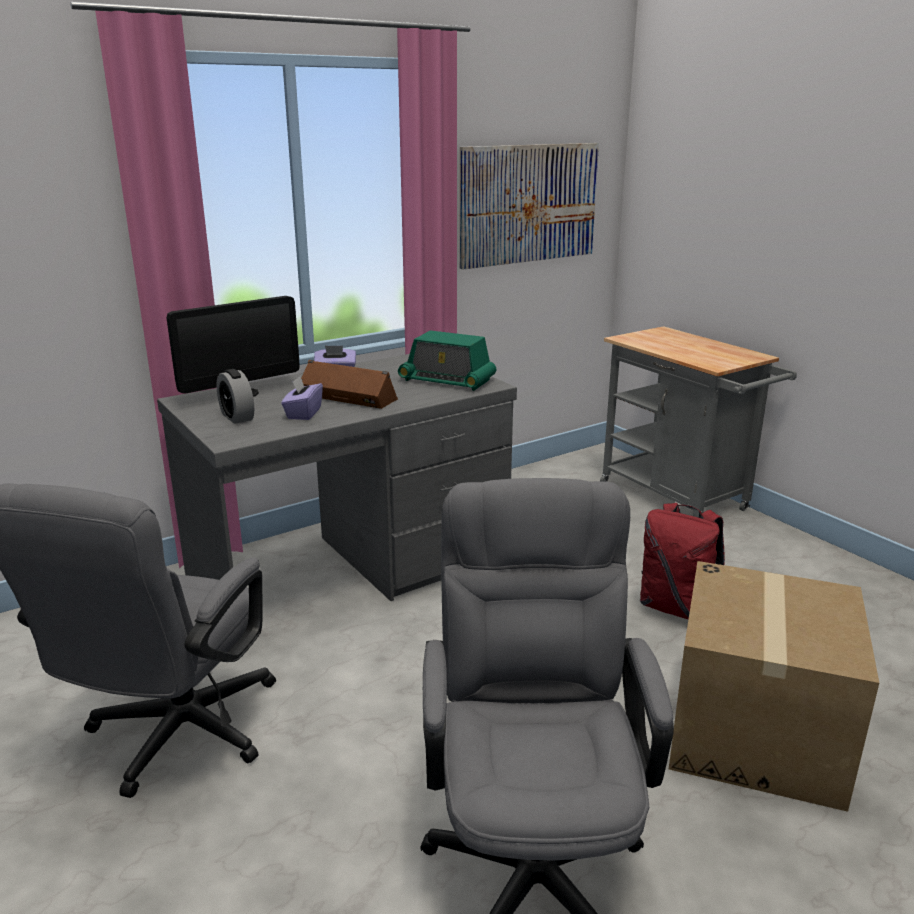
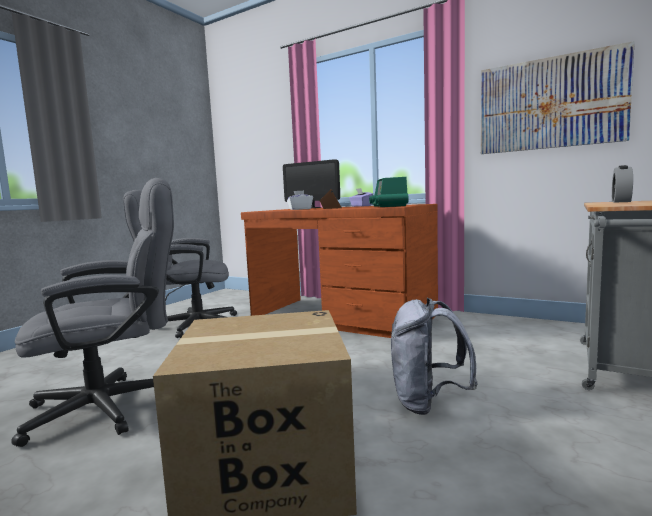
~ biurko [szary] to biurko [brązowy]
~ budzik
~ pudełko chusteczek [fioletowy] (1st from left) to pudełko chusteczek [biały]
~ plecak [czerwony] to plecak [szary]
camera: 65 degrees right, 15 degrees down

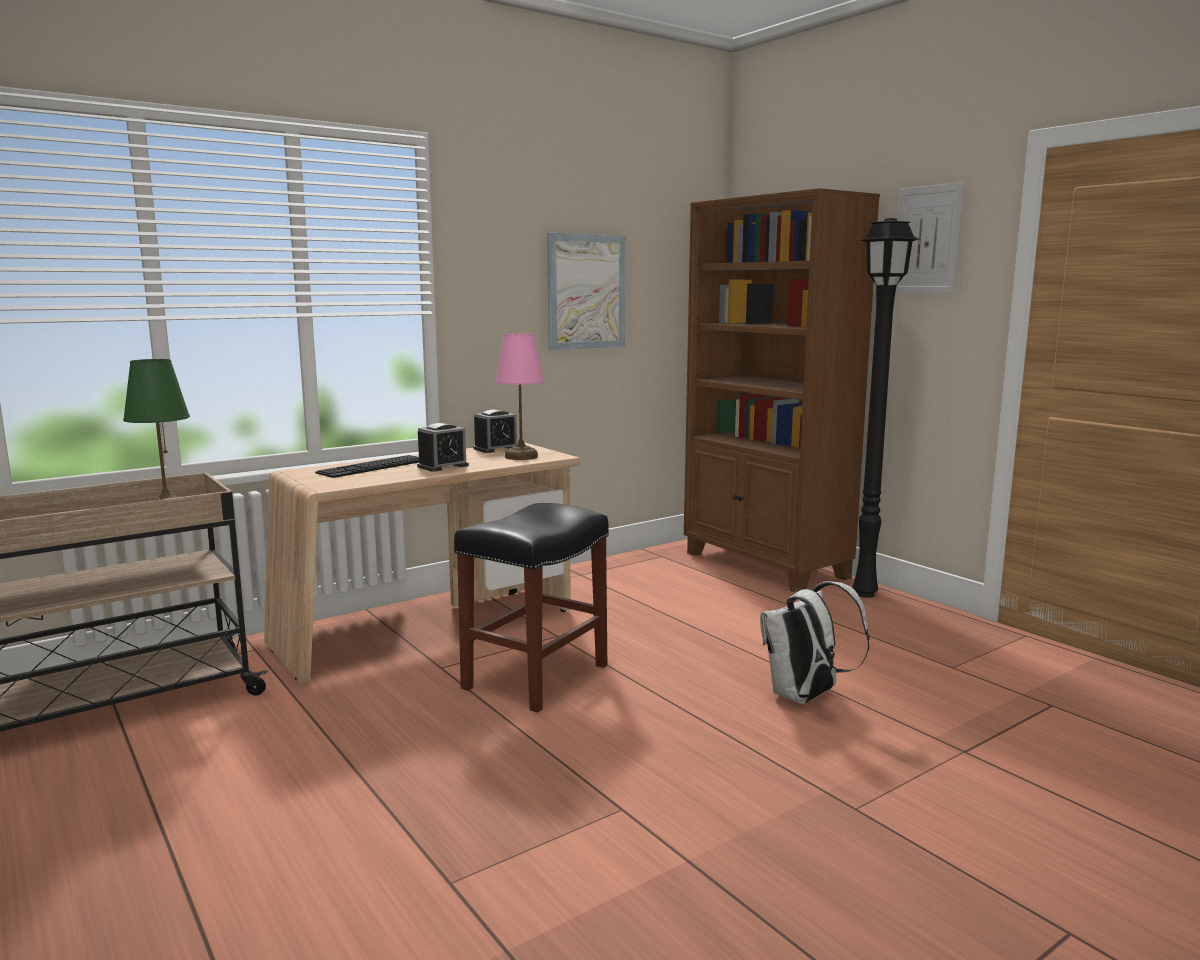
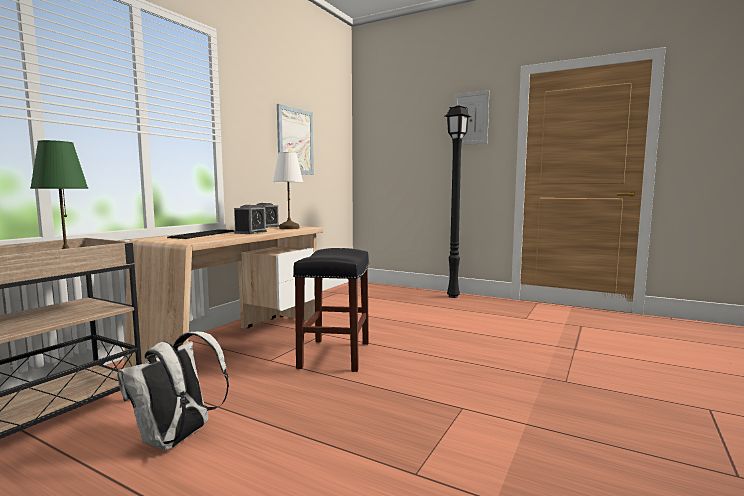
~ lampa stołowa [różowy] to lampa stołowa [biały]
- regał [brązowy]
~ plecak [biały]
camera: 25 degrees left, 5 degrees down

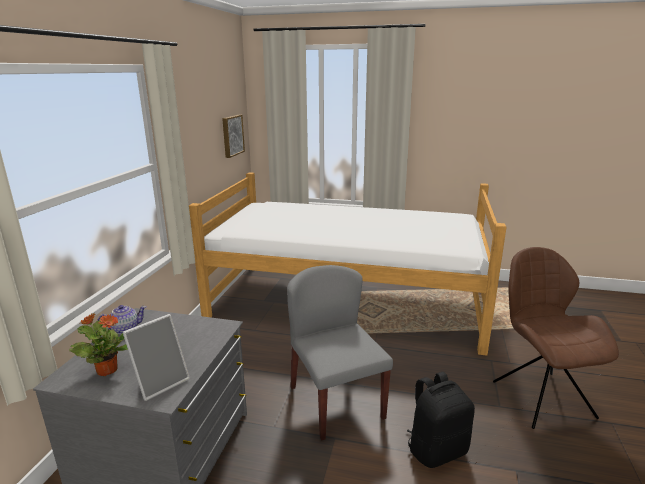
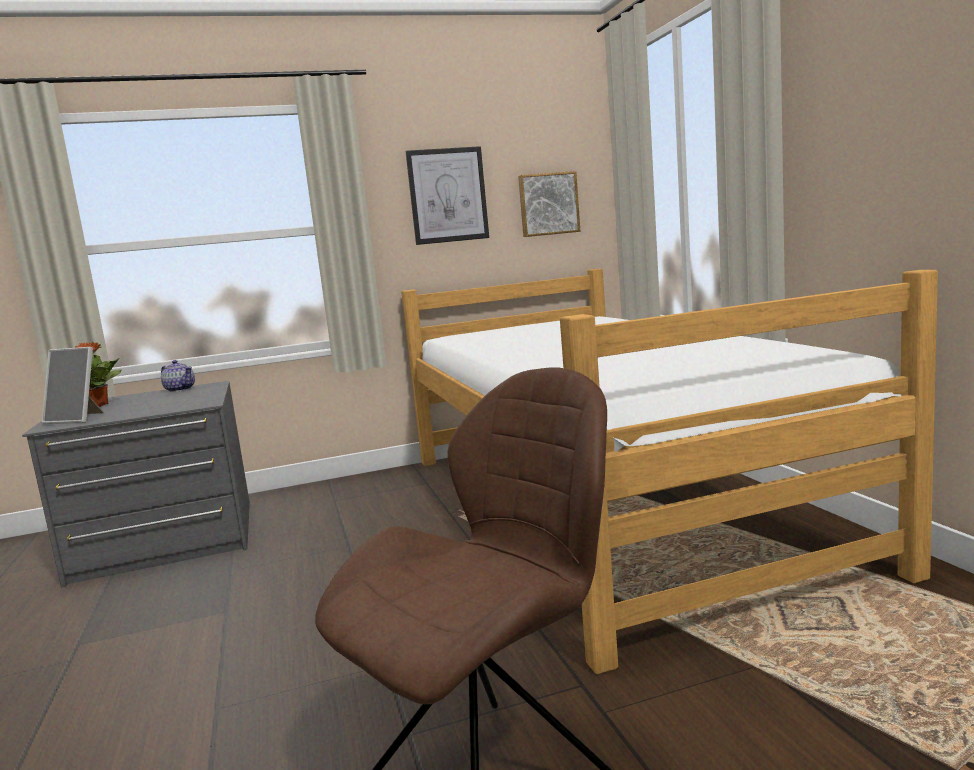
- krzesło [szary]
- plecak [czarny]
+ obraz (1st from left)
camera: 60 degrees right, 10 degrees down

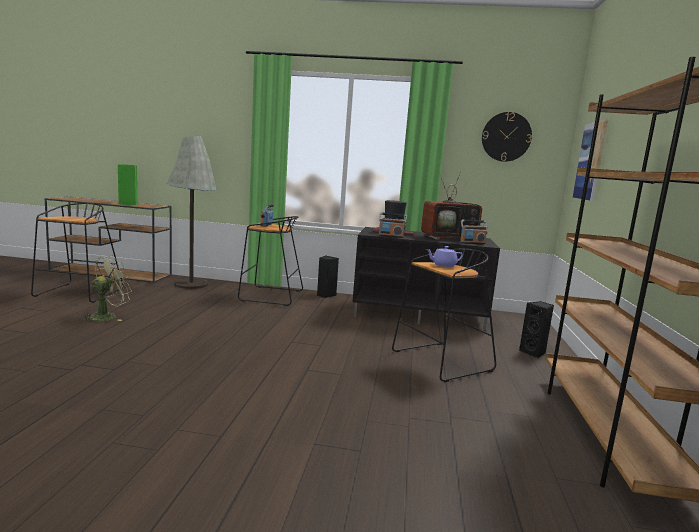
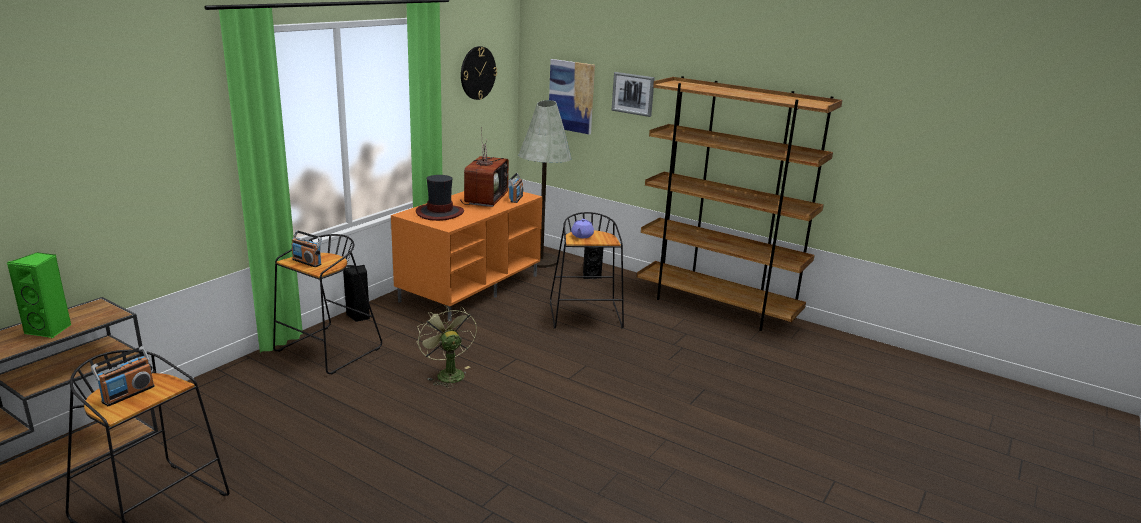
~ wentylator [zielony]
~ lampa stojąca [szary]
~ szafka pod telewizor [czarny] to szafka pod telewizor [pomarańczowy]
~ radio (2nd from left in the first image) to radio (1st from left)
+ obraz (2nd from left)
camera: 65 degrees left, 10 degrees up

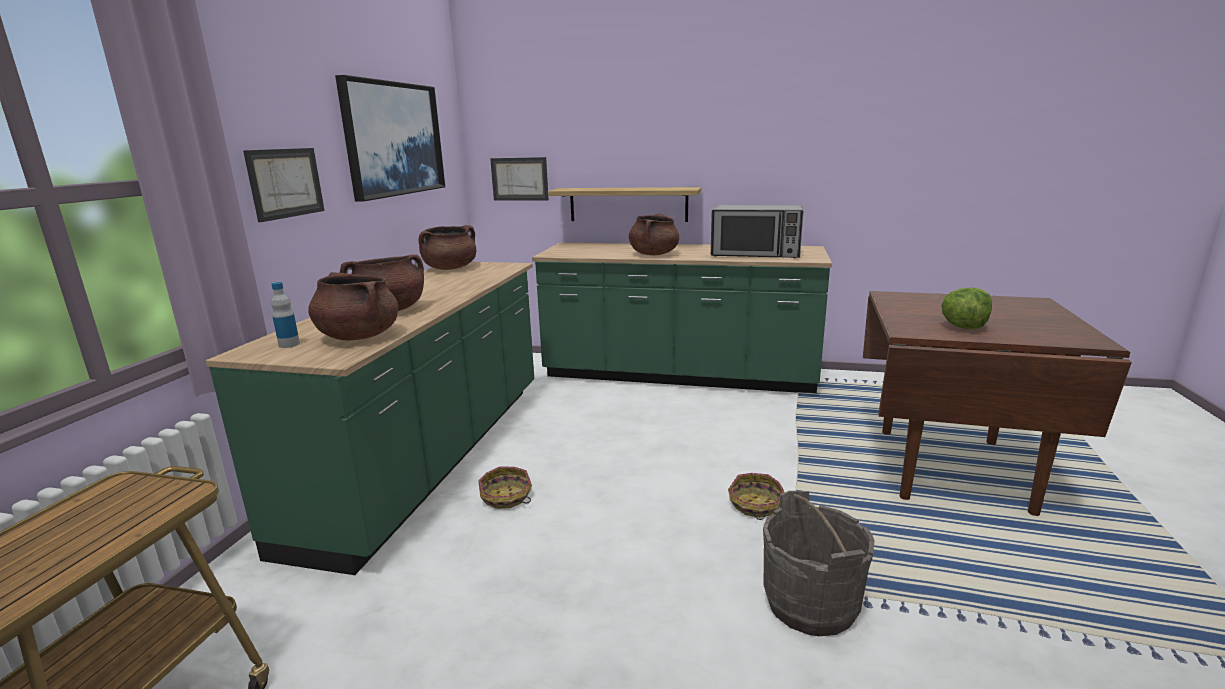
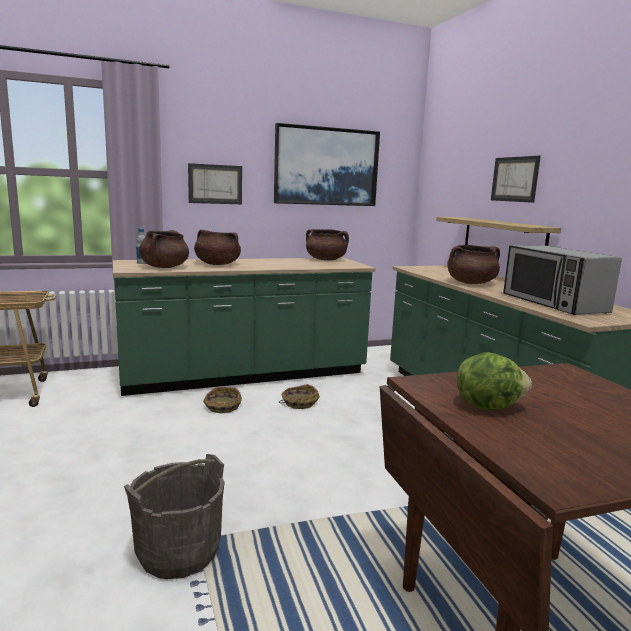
~ obraz (3rd from left)
~ koszyk (2nd from left)
camera: 55 degrees right, 5 degrees down

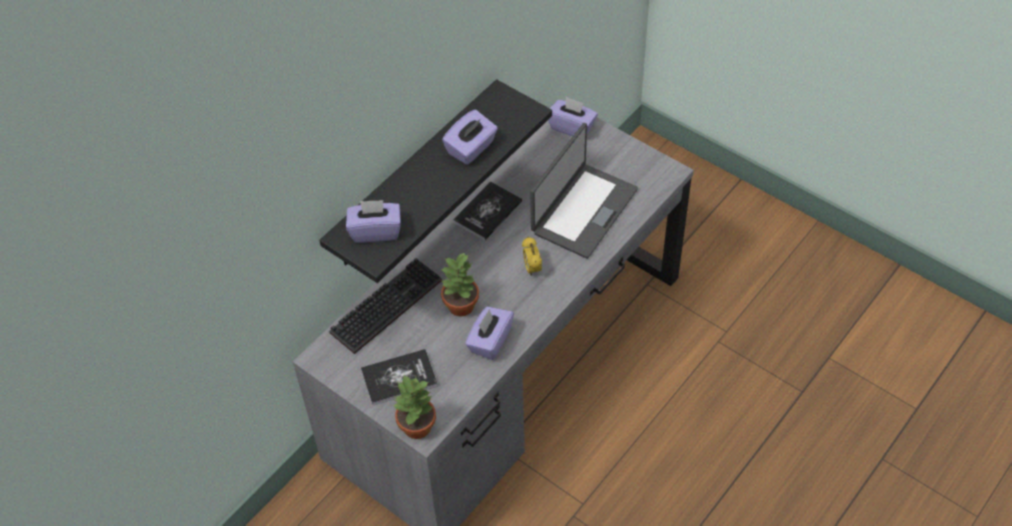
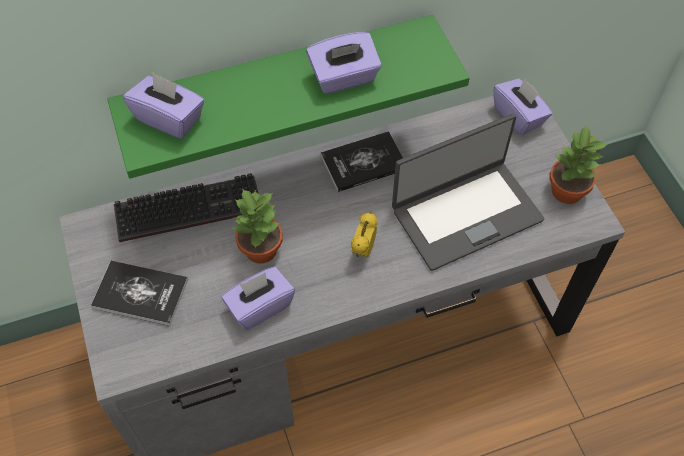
~ półka [czarny] to półka [zielony]
~ roślina doniczkowa (1st from left in the first image) to roślina doniczkowa (2nd from left)
camera: 30 degrees right, 5 degrees up

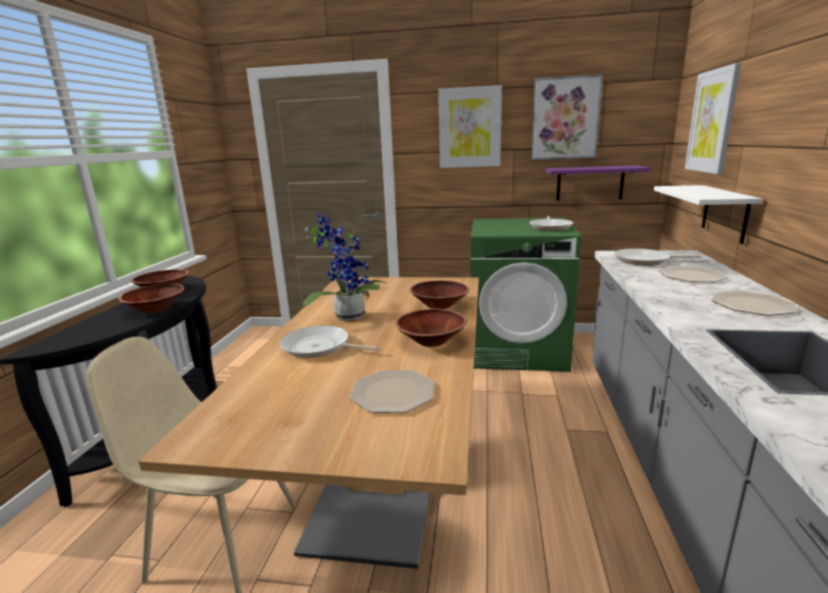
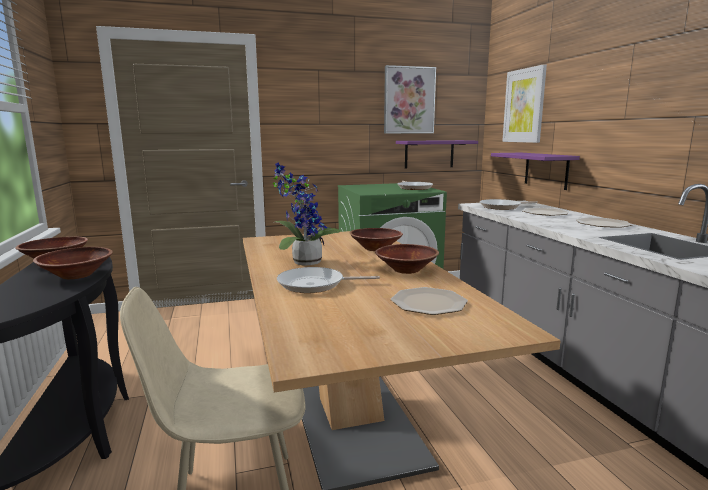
- obraz (1st from left)
~ półka [biały] to półka [fioletowy] (2nd from left)
camera: 25 degrees left, 5 degrees down

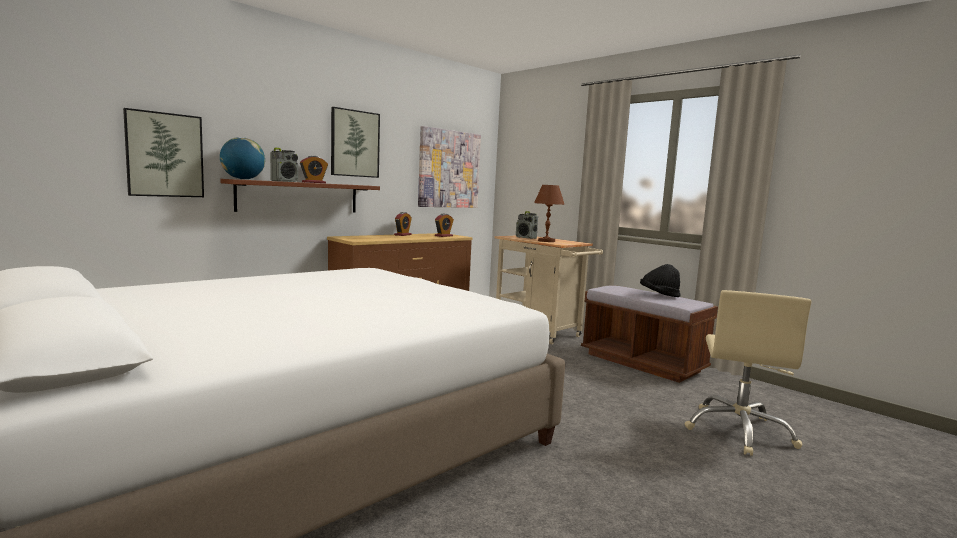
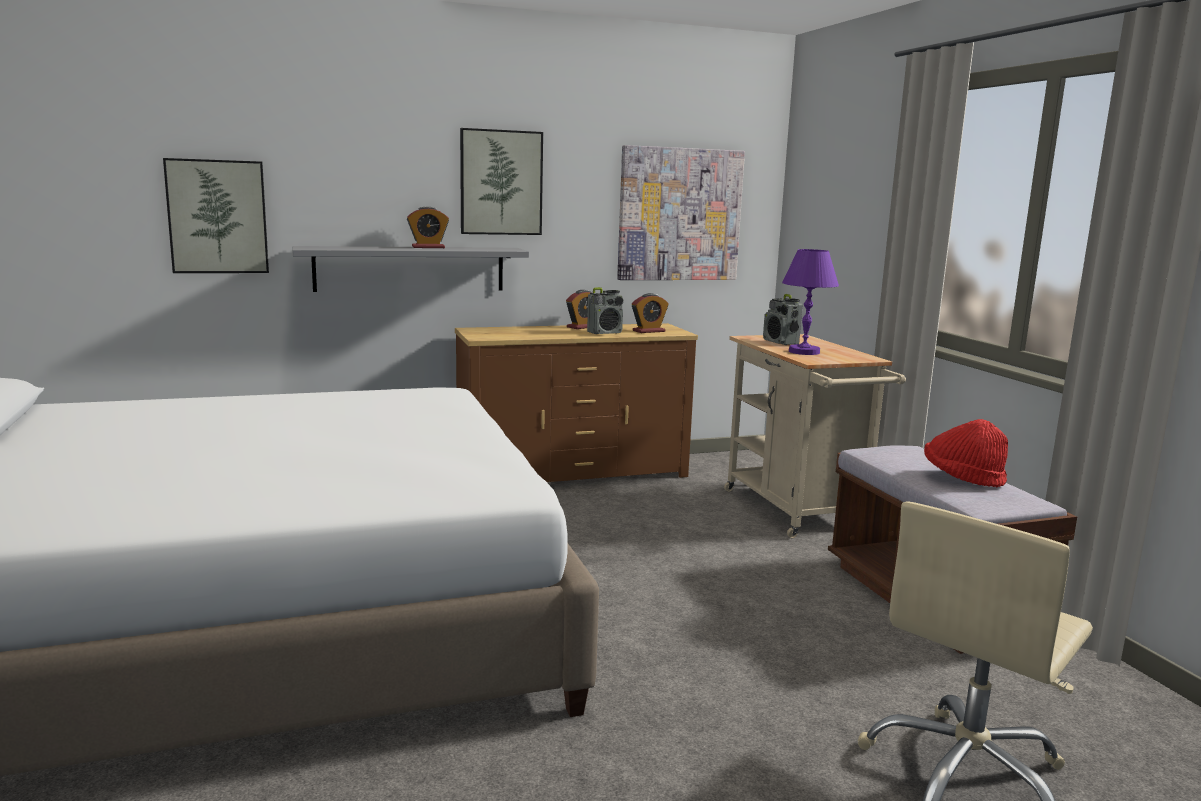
- globus
~ półka [brązowy] to półka [szary]
~ radio (1st from left)
~ lampa stołowa [brązowy] to lampa stołowa [fioletowy]
~ kapelusz [czarny] to kapelusz [czerwony]
camera: 25 degrees right, 5 degrees up

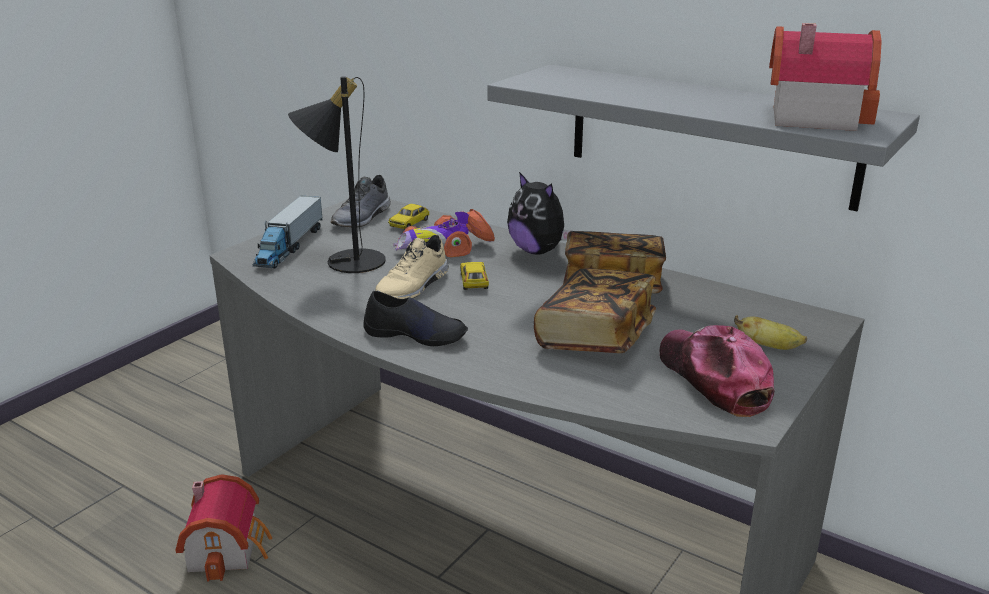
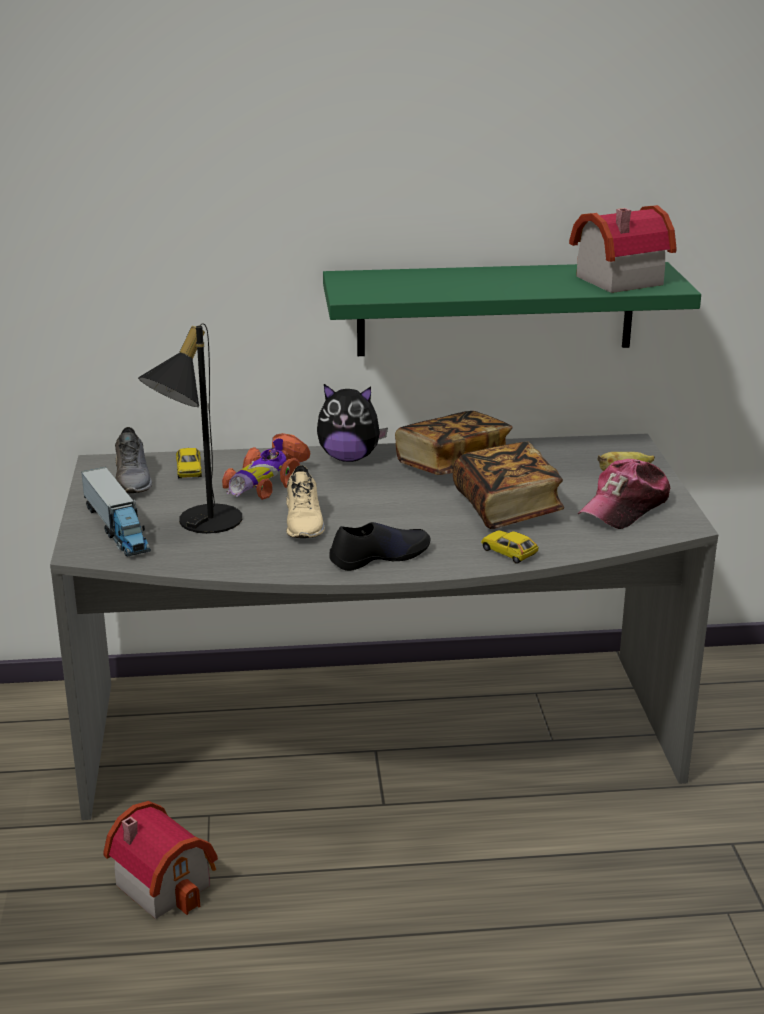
~ samochodzik (3rd from left)
~ półka [szary] to półka [zielony]
~ czapka z daszkiem 75 degrees counterclockwise
camera: 40 degrees left, 0 degrees up

